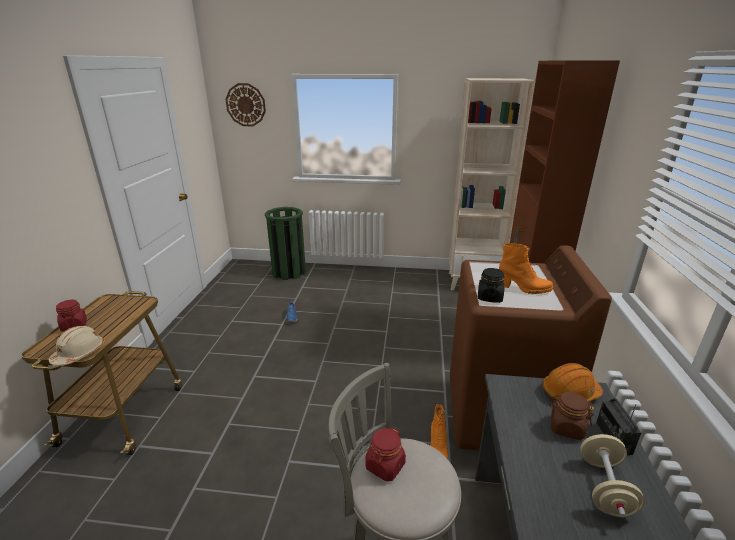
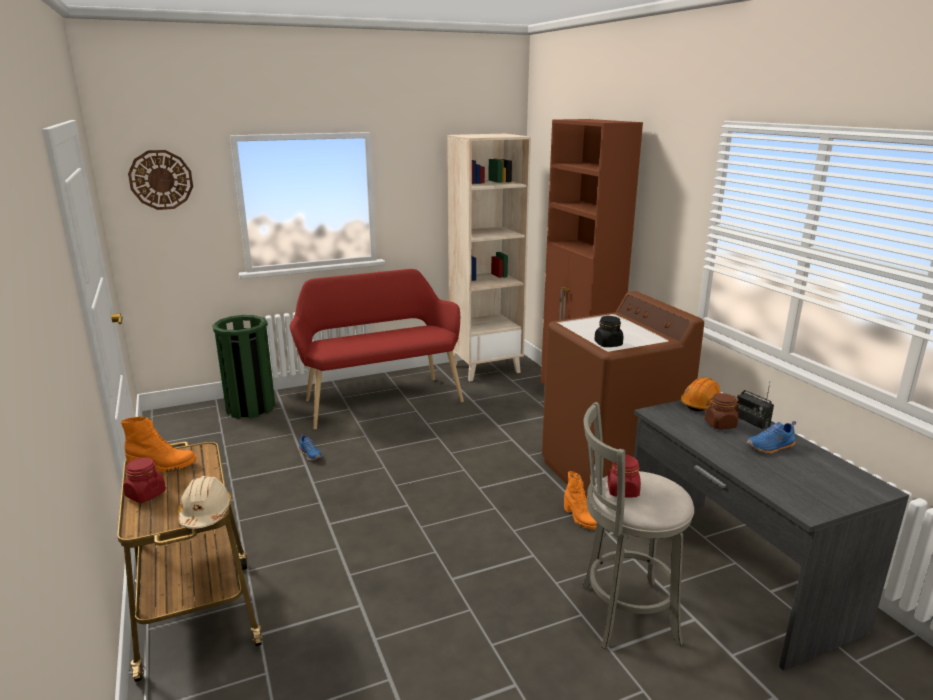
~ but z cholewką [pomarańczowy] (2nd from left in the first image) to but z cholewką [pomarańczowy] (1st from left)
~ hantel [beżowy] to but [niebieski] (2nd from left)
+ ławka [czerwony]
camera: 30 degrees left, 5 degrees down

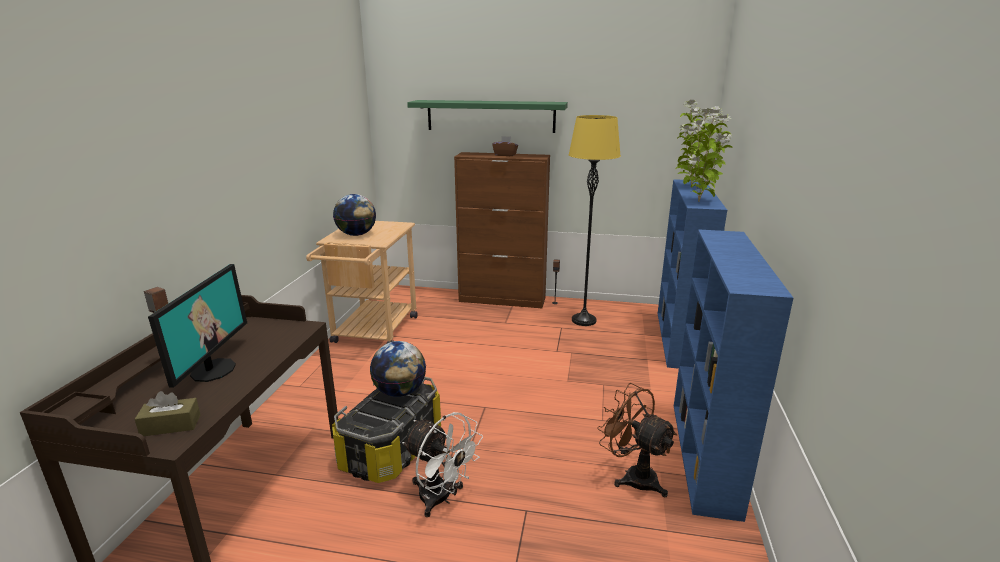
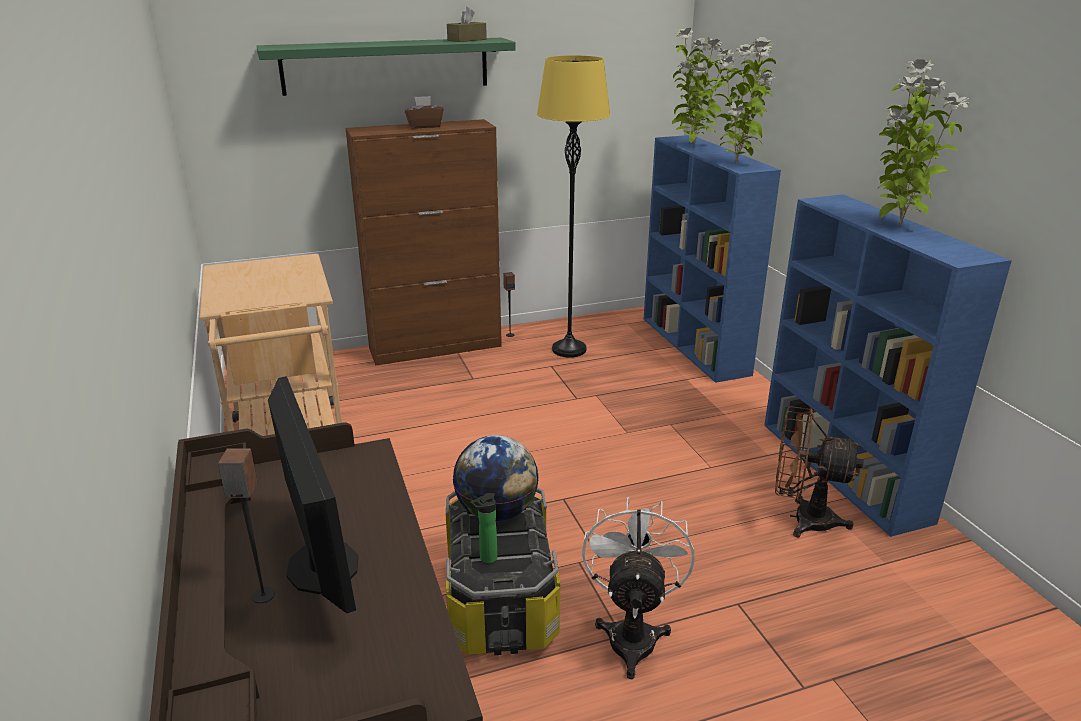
~ pudełko chusteczek [brązowy] (1st from left in the first image) to pudełko chusteczek [brązowy] (2nd from left)
- globus (1st from left)
~ wentylator [biały] 90 degrees counterclockwise
+ butelka
+ roślina doniczkowa (3rd from left)
camera: 30 degrees left, 5 degrees up

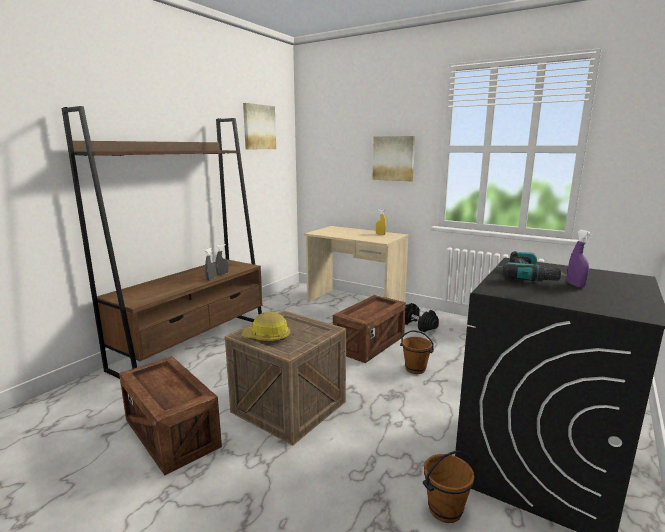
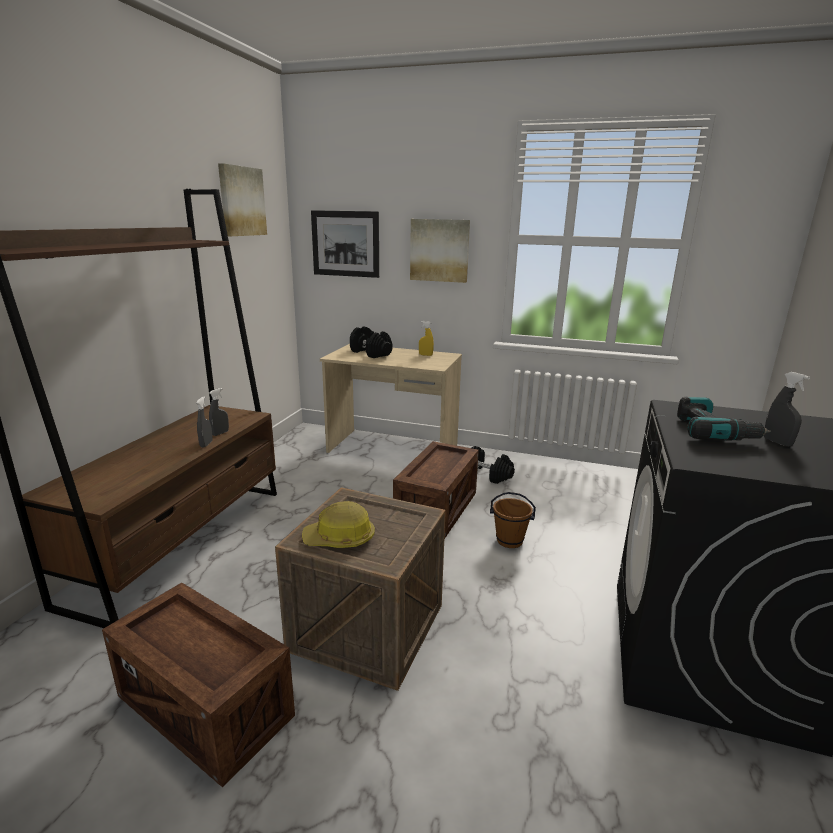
- wiadro [brązowy] (2nd from left)
~ spryskiwacz [fioletowy] to spryskiwacz [szary] (3rd from left)
+ obraz (2nd from left)
+ hantel [czarny] (1st from left)
camera: 15 degrees left, 5 degrees up

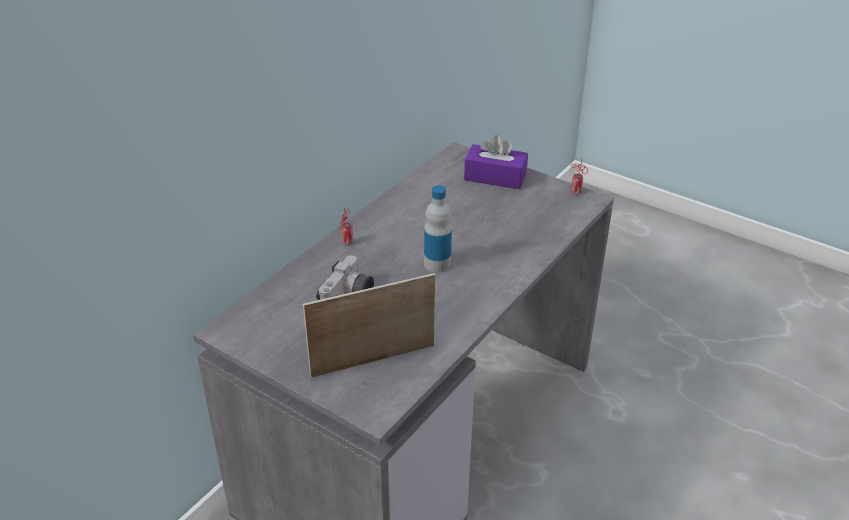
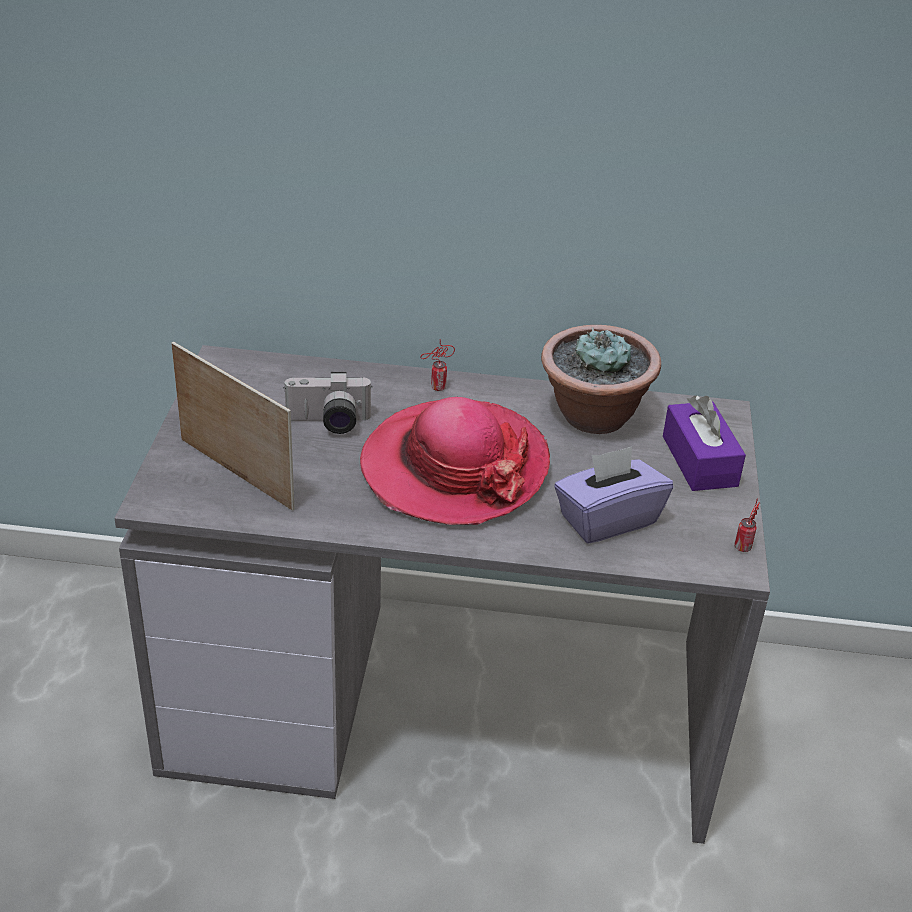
~ butelka to kapelusz
+ roślina doniczkowa
+ pudełko chusteczek [fioletowy] (1st from left)
camera: 60 degrees right, 0 degrees up

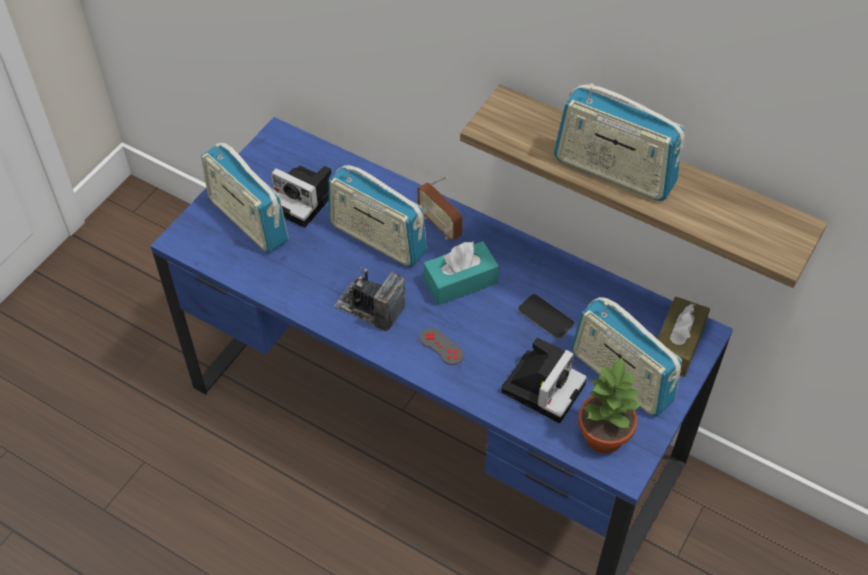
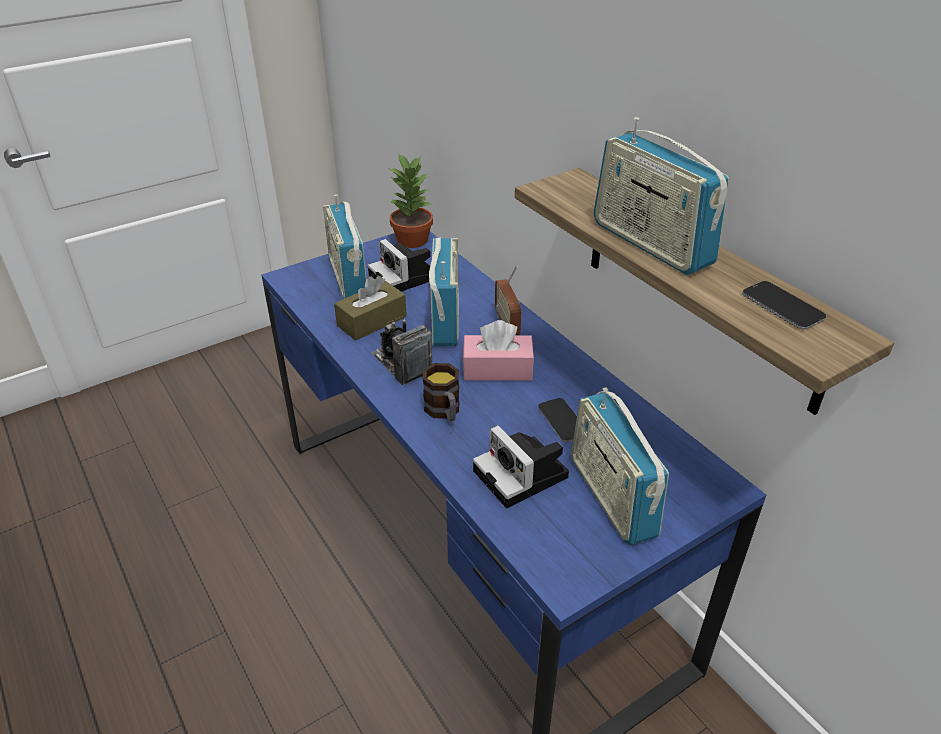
~ radio (2nd from left) 150 degrees counterclockwise
~ pad do gier [szary] to kubek
~ pudełko chusteczek [turkusowy] to pudełko chusteczek [różowy]
~ aparat fotograficzny (3rd from left) 90 degrees clockwise
~ roślina doniczkowa
~ pudełko chusteczek [brązowy]
+ telefon (2nd from left)
camera: 25 degrees right, 15 degrees down

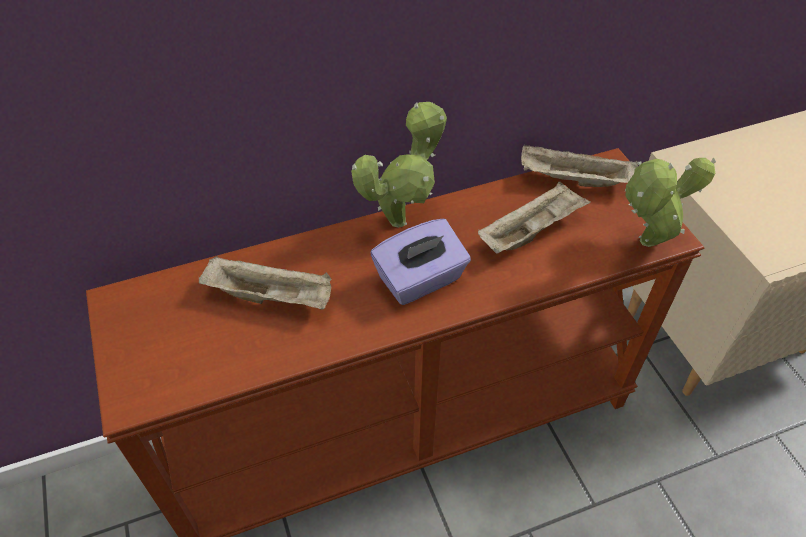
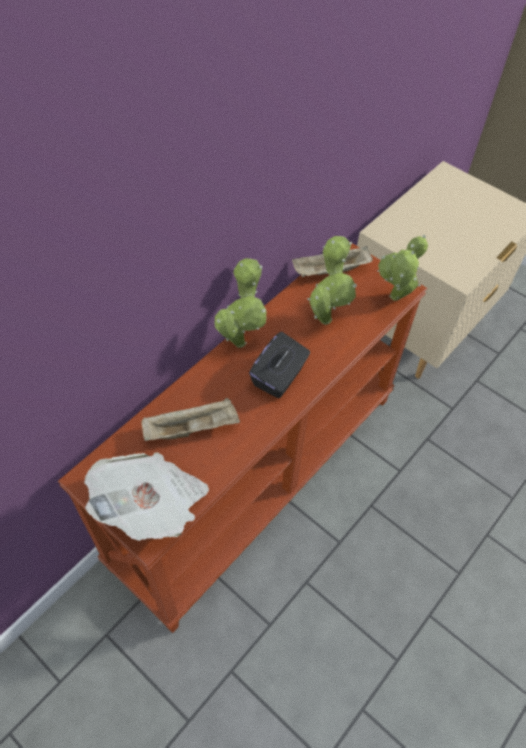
~ pudełko chusteczek [fioletowy] to pudełko chusteczek [czarny]
~ taca [beżowy] (2nd from left) to roślina doniczkowa (2nd from left)
+ gazeta
camera: 30 degrees left, 5 degrees up

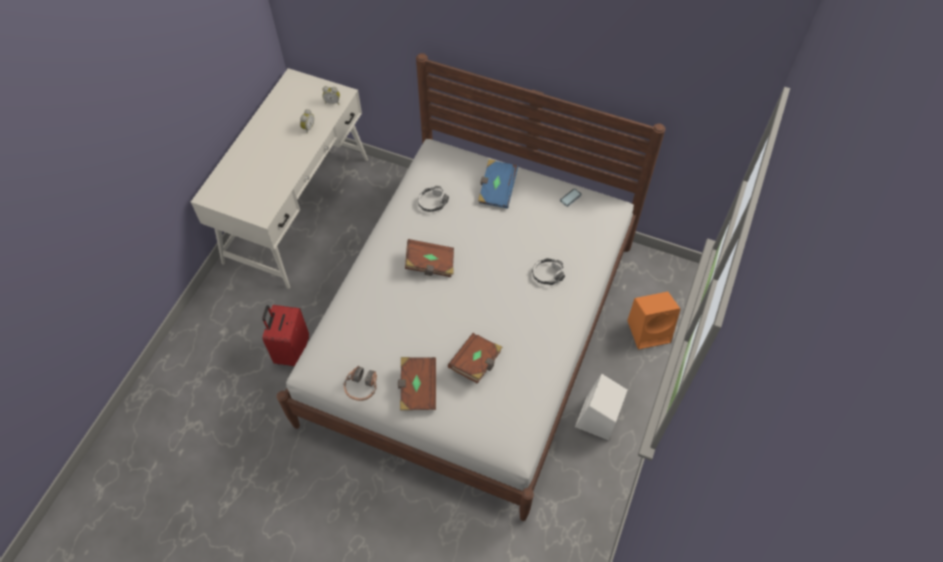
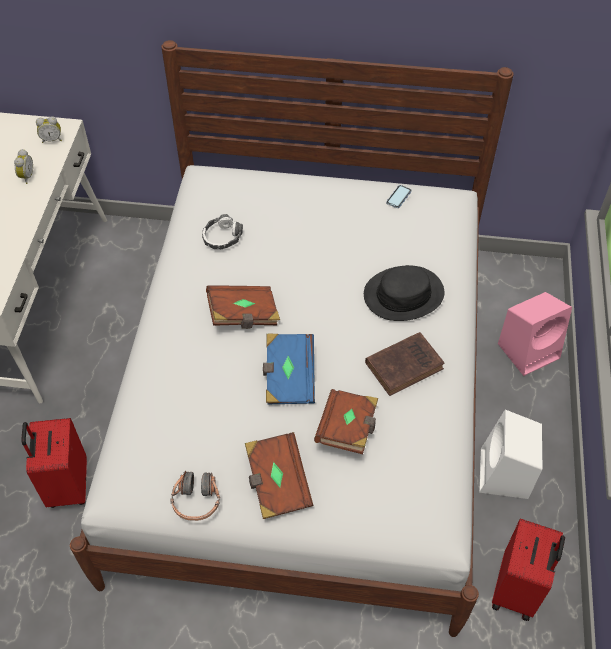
~ książka [niebieski]
~ słuchawki (3rd from left) to kapelusz [czarny]
~ głośnik [pomarańczowy] to głośnik [różowy]
+ książka [brązowy] (4th from left)
+ walizka [czerwony] (2nd from left)
camera: 15 degrees left, 5 degrees down

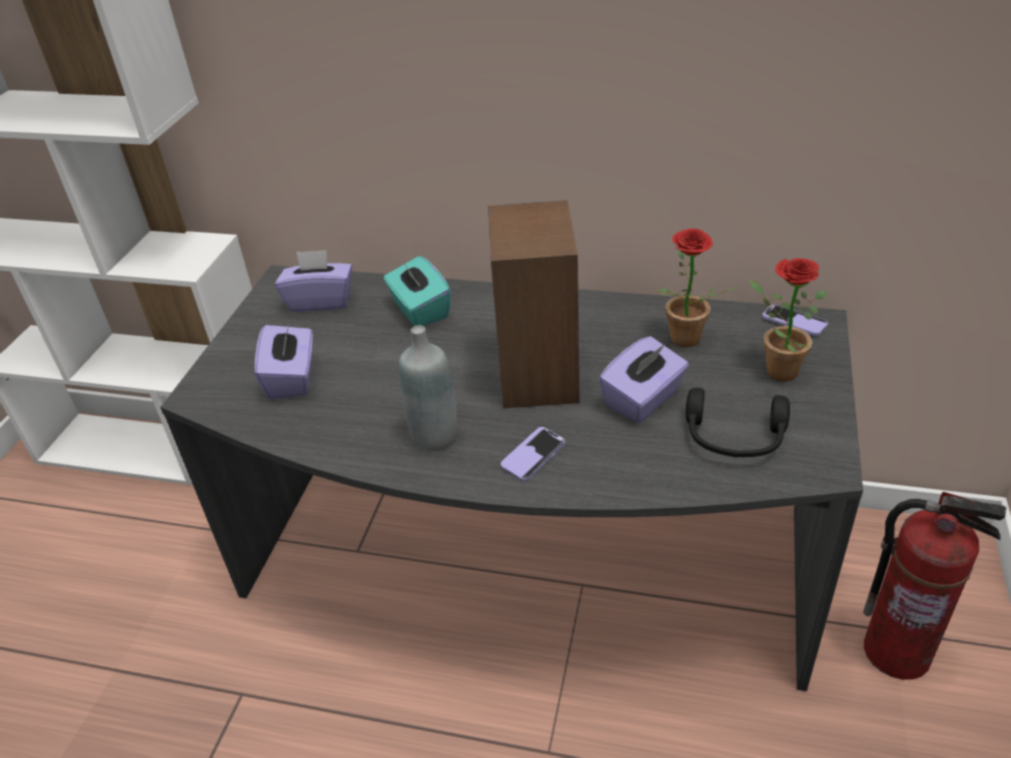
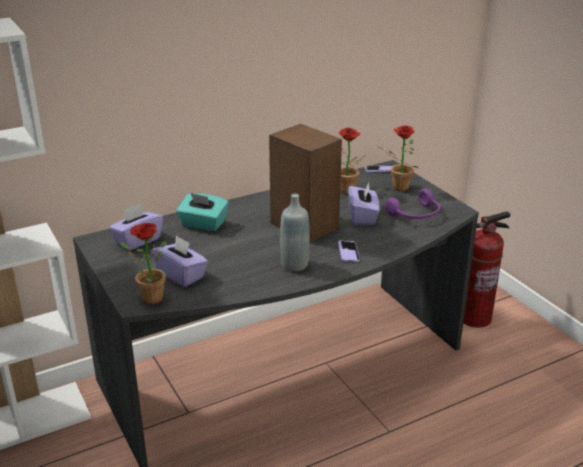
~ słuchawki [czarny] to słuchawki [fioletowy]
+ roślina doniczkowa (1st from left)
camera: 45 degrees left, 10 degrees down

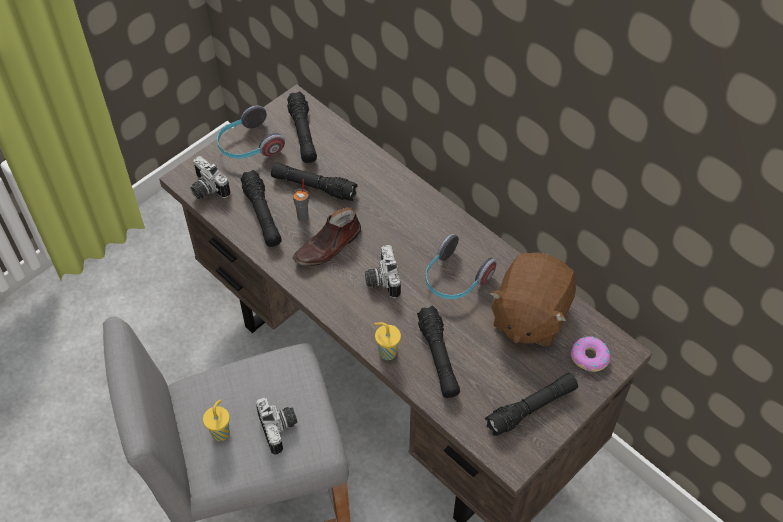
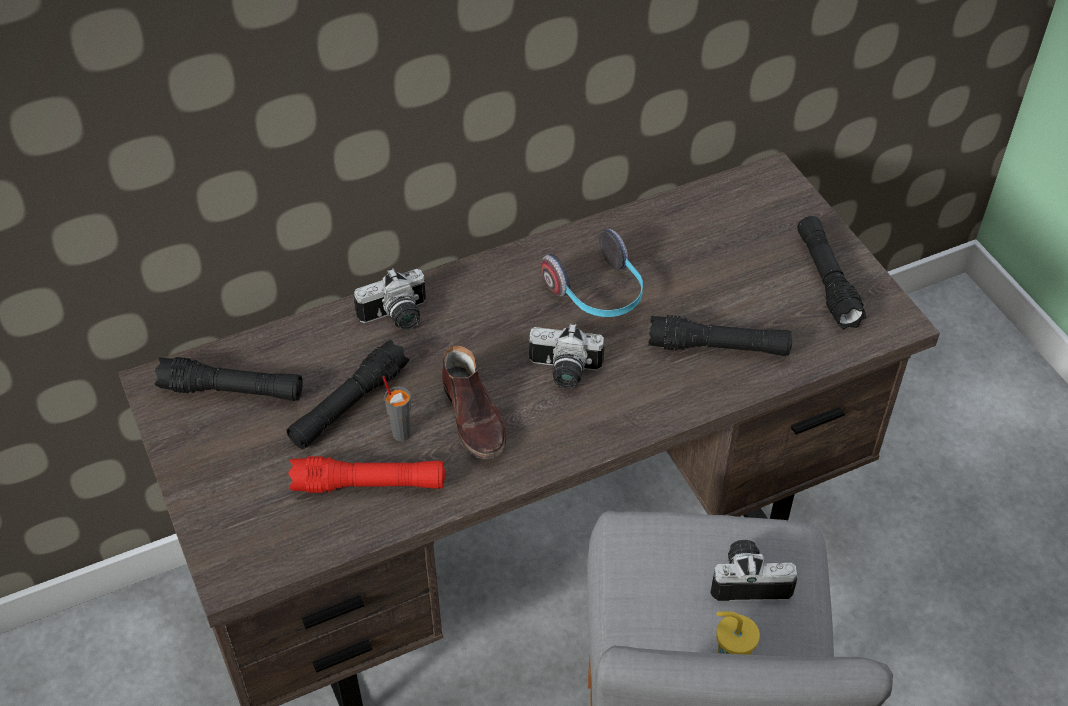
~ aparat fotograficzny (1st from left)
- słuchawki (1st from left)
~ latarka [czarny] (1st from left) to latarka [czerwony]
- filiżanka [żółty] (2nd from left)
- pluszak [brązowy]
- donut
camera: 70 degrees left, 5 degrees down

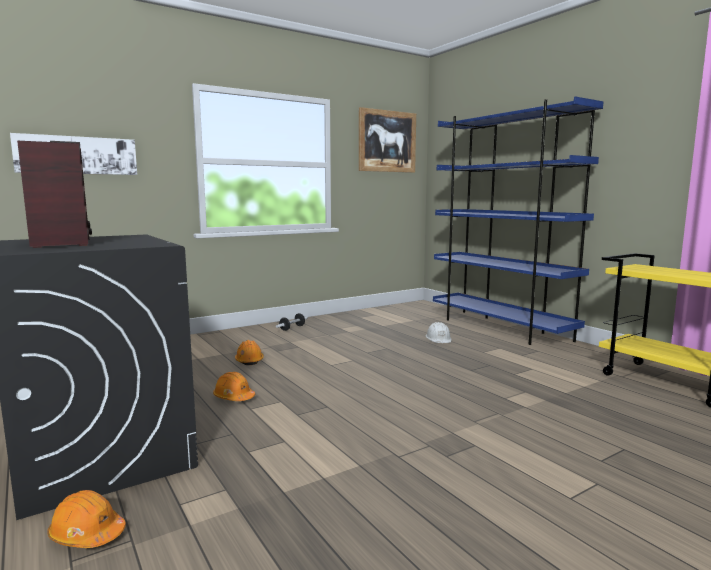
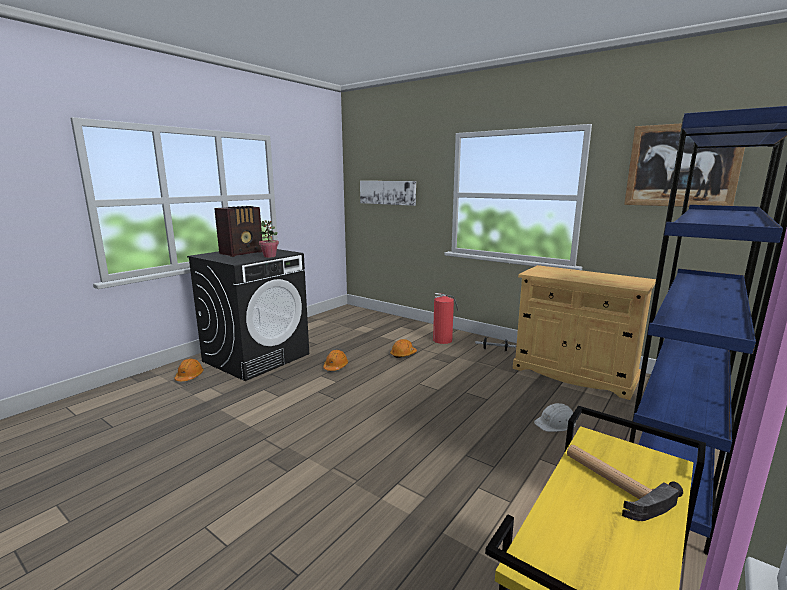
+ roślina doniczkowa
+ gaśnica
+ szafka [beżowy]
+ młotek
camera: 70 degrees right, 5 degrees up

